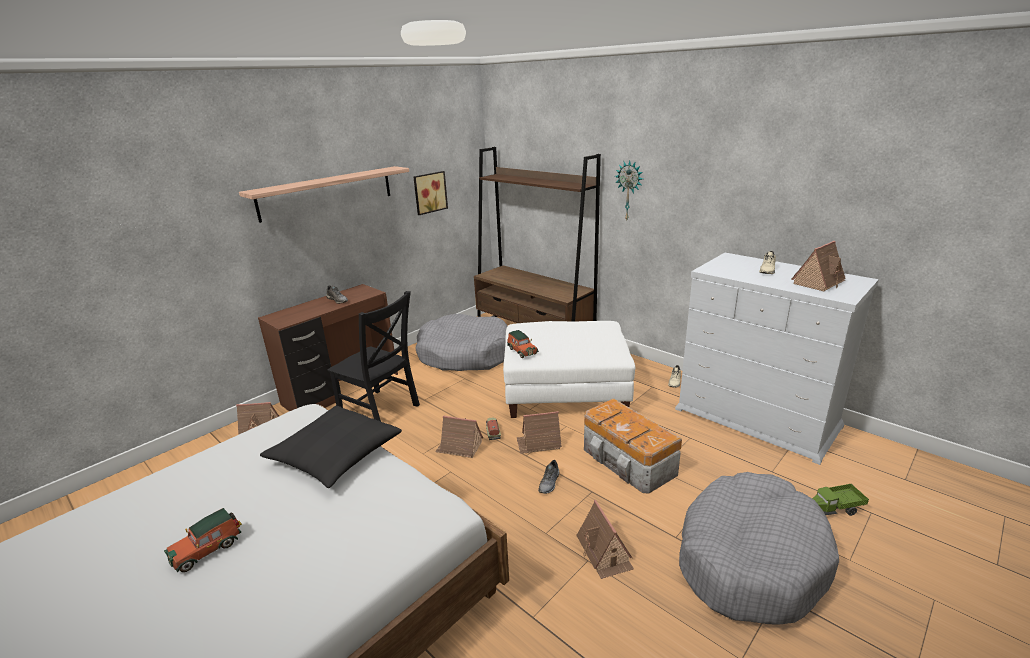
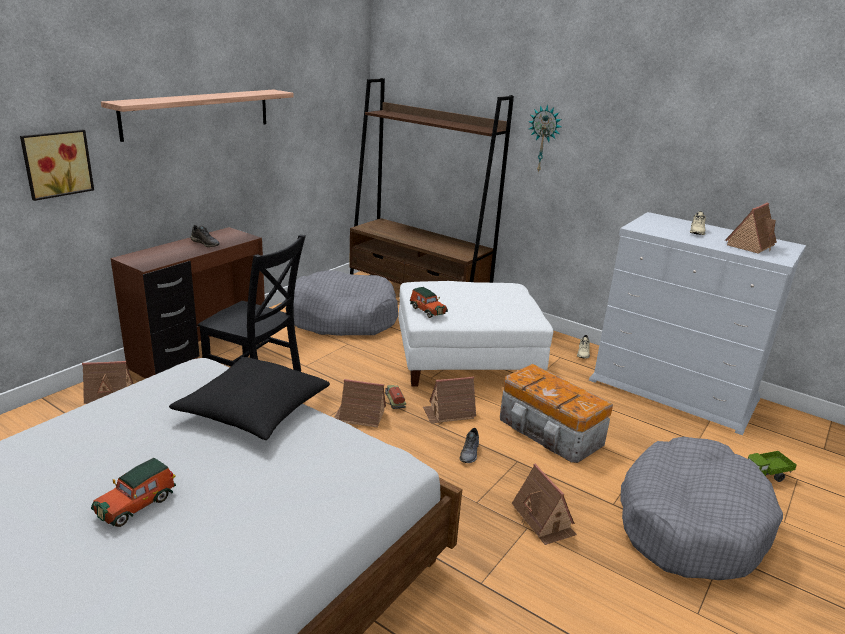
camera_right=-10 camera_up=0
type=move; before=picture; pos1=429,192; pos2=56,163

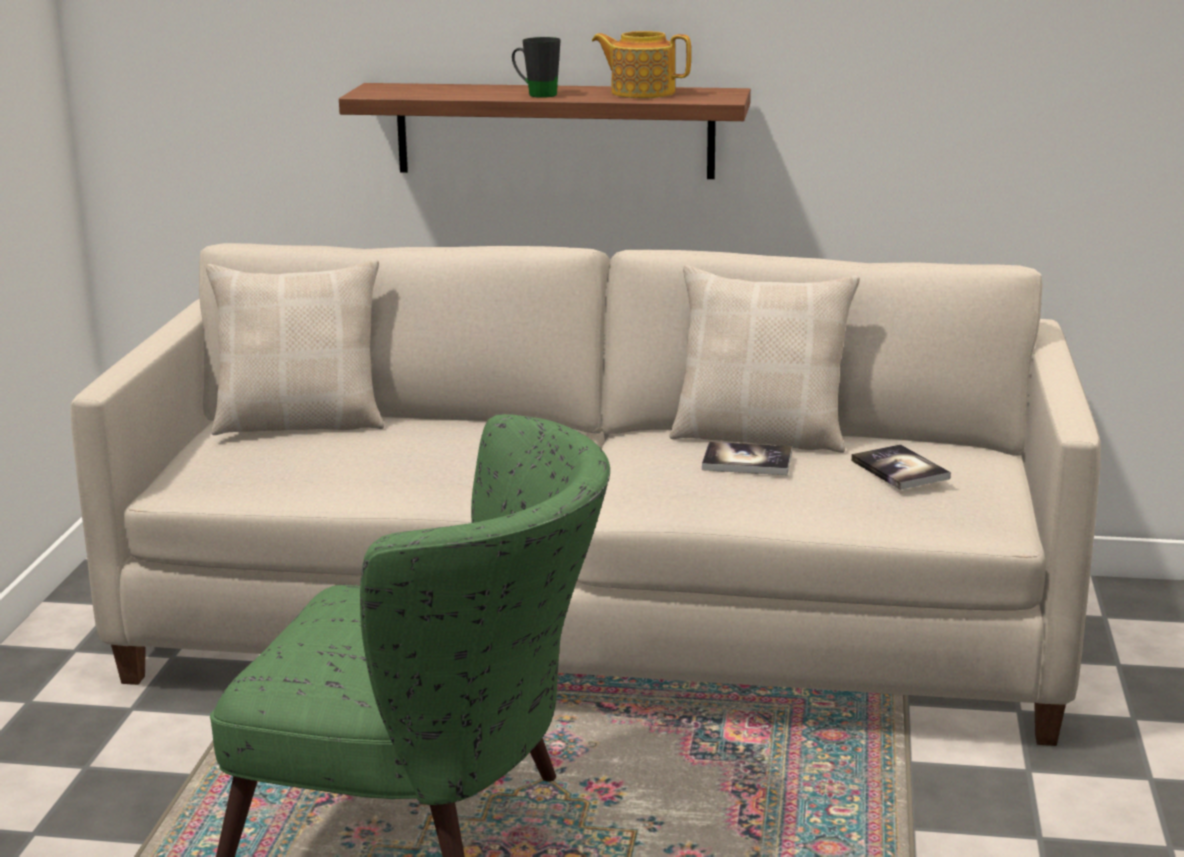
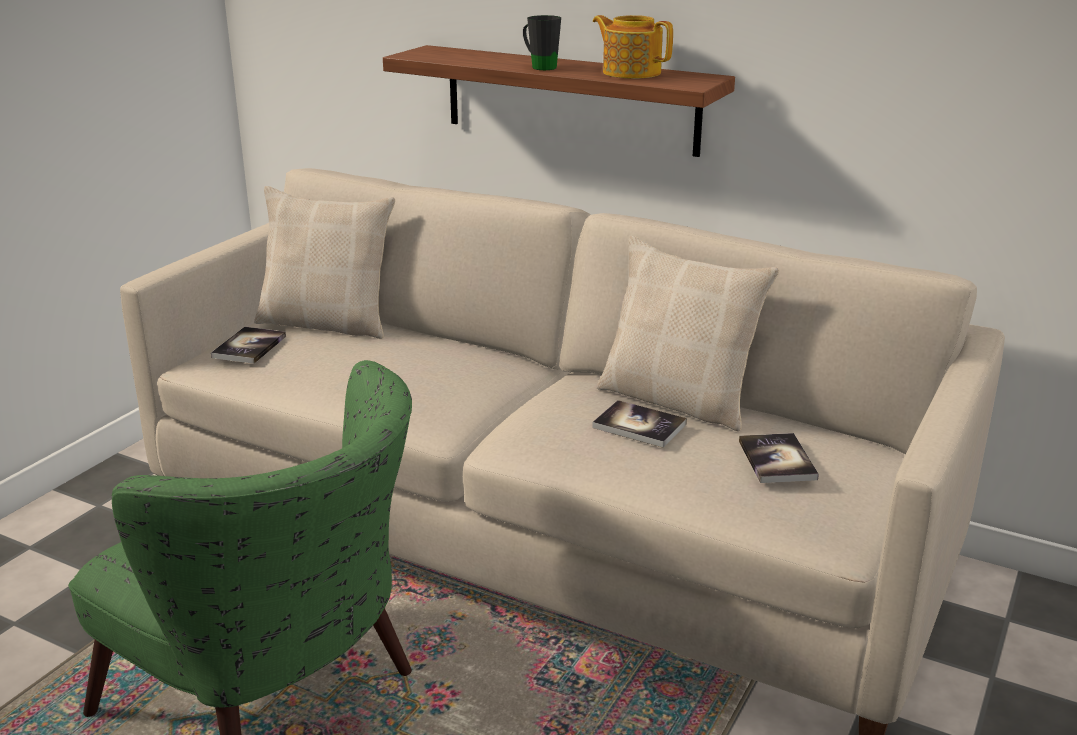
camera_right=20 camera_up=5
type=insert; after=book; pos2=249,347

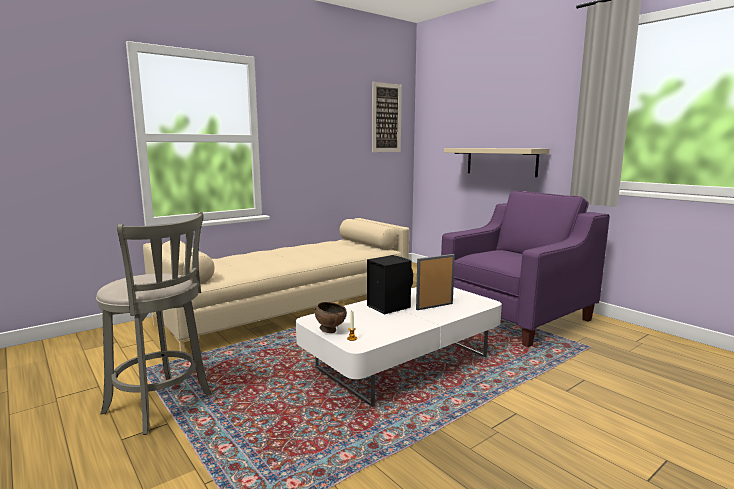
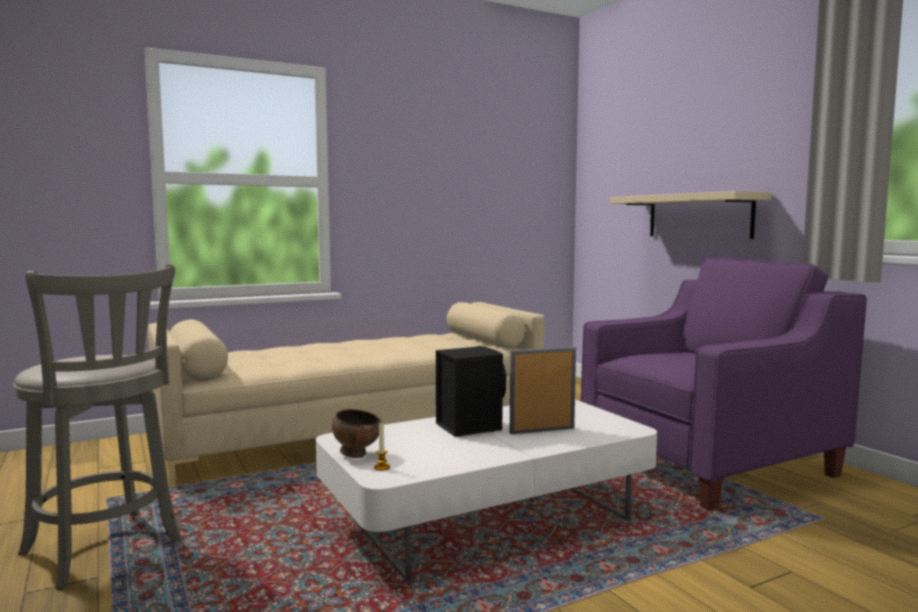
camera_right=10 camera_up=-5
type=delete; before=picture; pos1=386,118

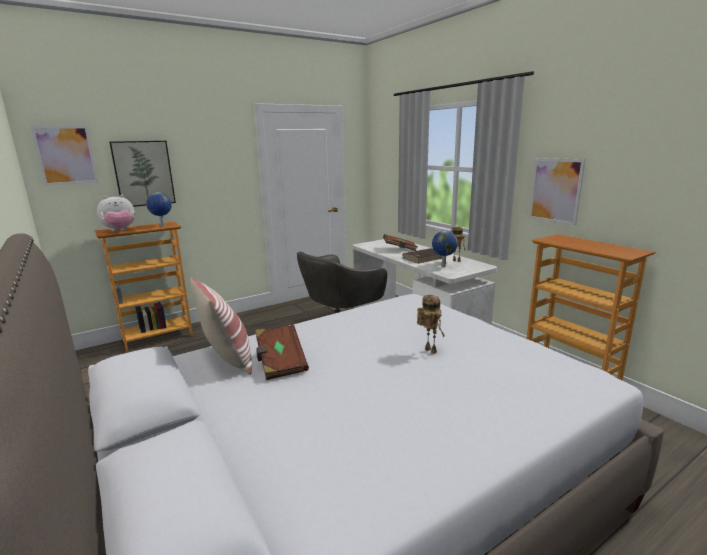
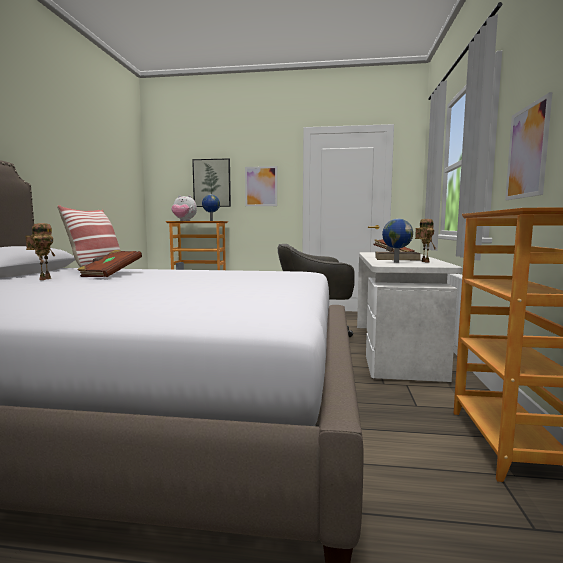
camera_right=40 camera_up=-10
type=move; before=picture; pos1=66,155; pos2=261,186
type=move; before=toy robot; pos1=428,351; pos2=44,279

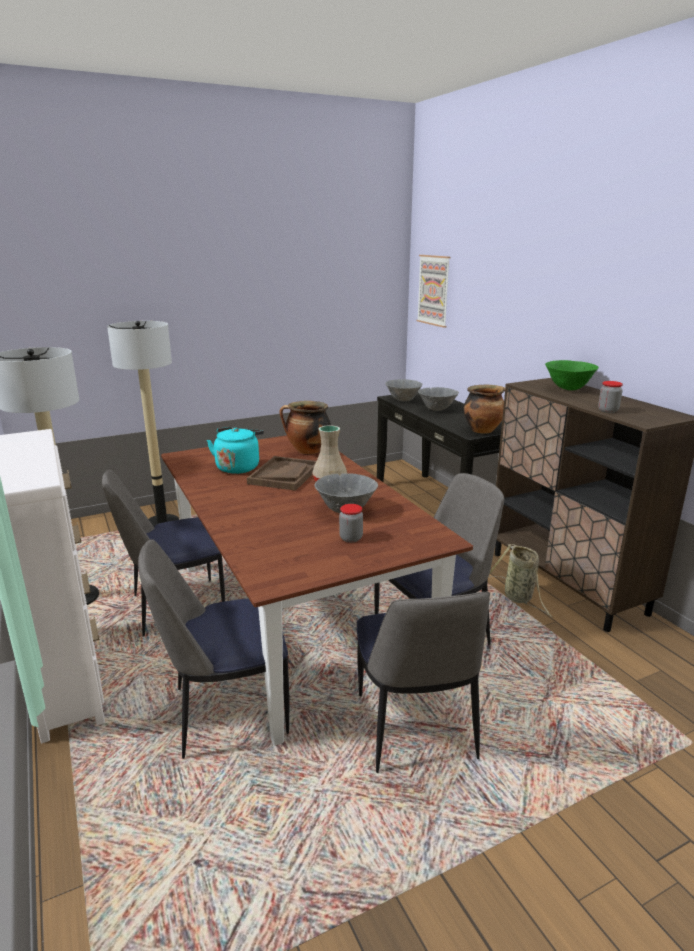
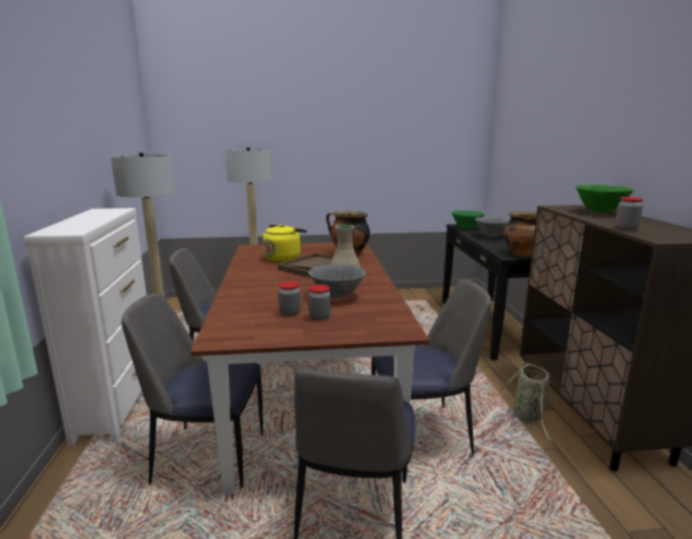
camera_right=20 camera_up=-5
type=delete; before=picture; pos1=434,290
type=recolor; before=grey bowl; after=green bowl; pos1=403,400; pos2=466,228
type=recolor; before=turquoise kettle; after=yellow kettle; pos1=238,467; pos2=284,258
type=insert; after=jar; pos2=290,313

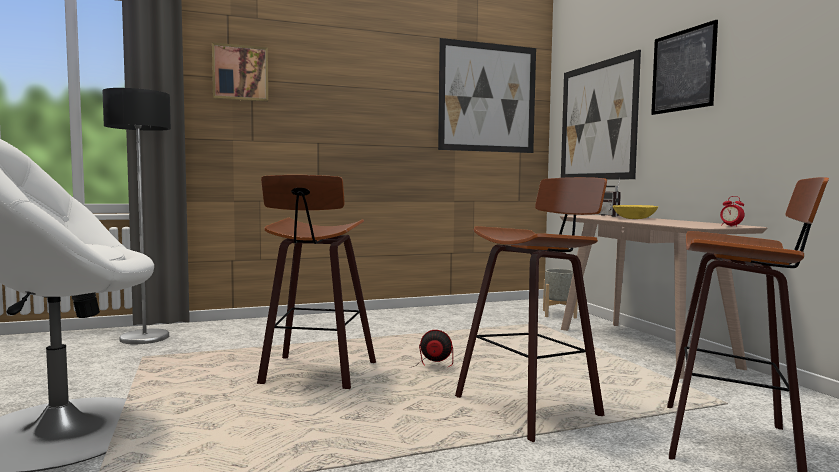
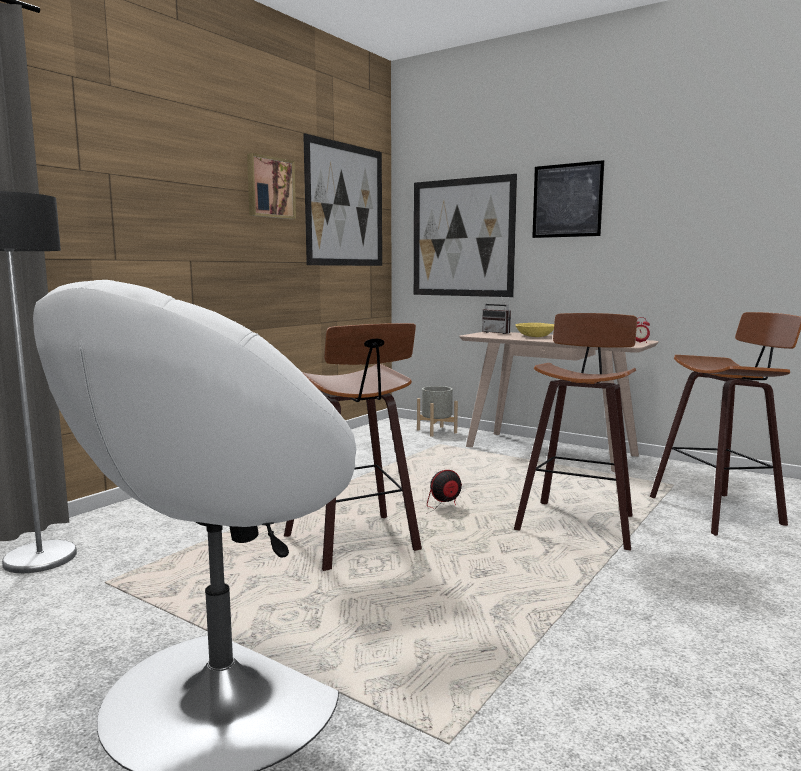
camera_right=-35 camera_up=5
type=move; before=picture; pos1=240,73; pos2=269,187

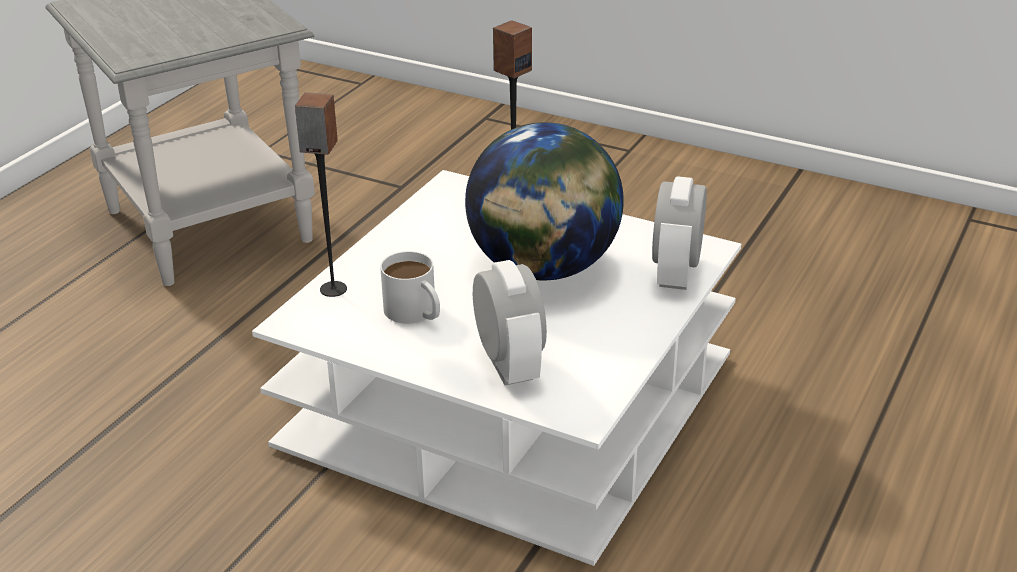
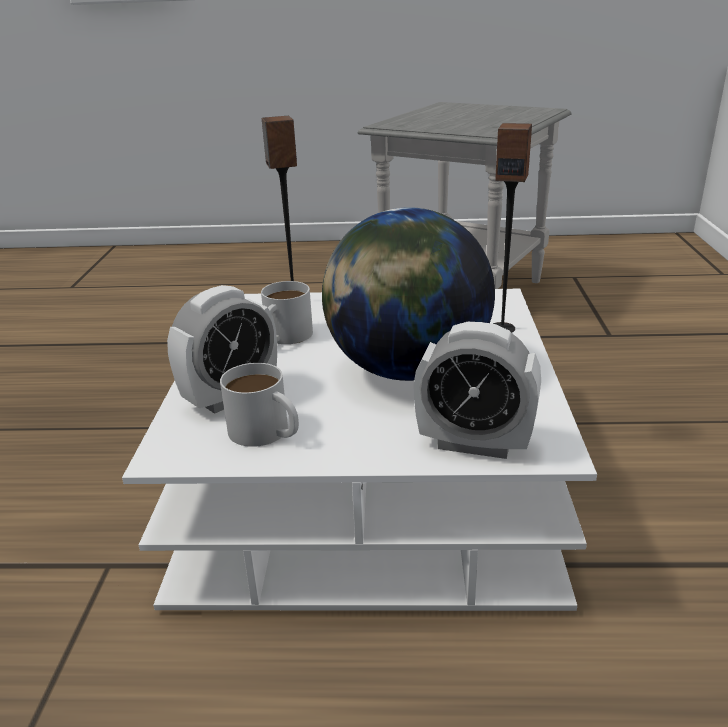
camera_right=65 camera_up=-5
type=rotate; before=alarm clock; pos1=676,273; pos2=474,444; turn=-150
type=insert; after=white mug; pos2=267,433

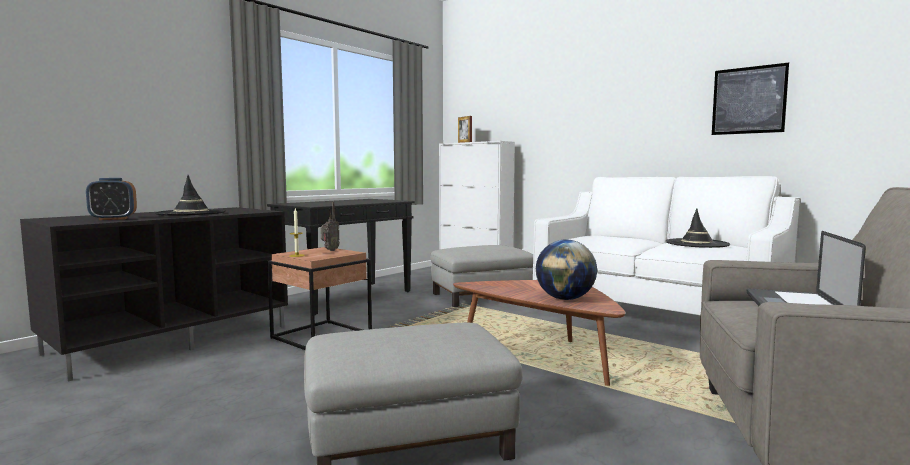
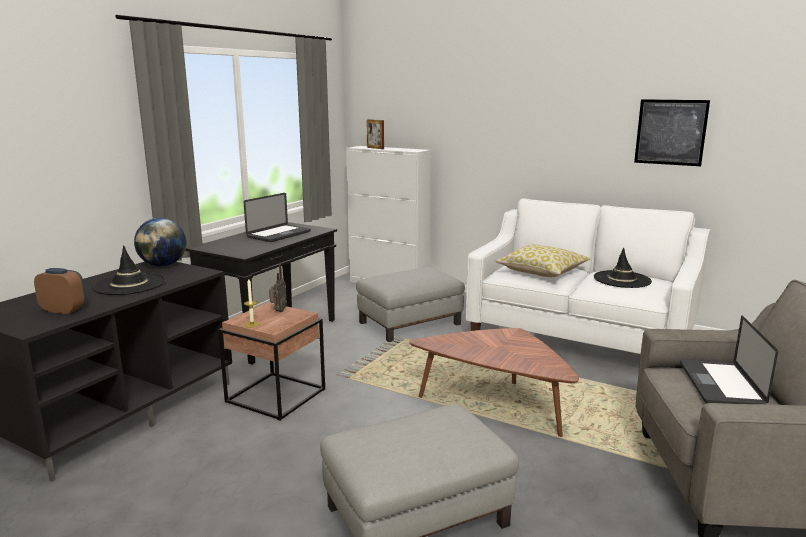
camera_right=-10 camera_up=10
type=rotate; before=alarm clock; pos1=113,219; pos2=64,310; turn=-135
type=move; before=globe; pos1=565,299; pos2=163,265
type=insert; after=laptop; pos2=279,234
type=insert; after=pillow; pos2=542,272

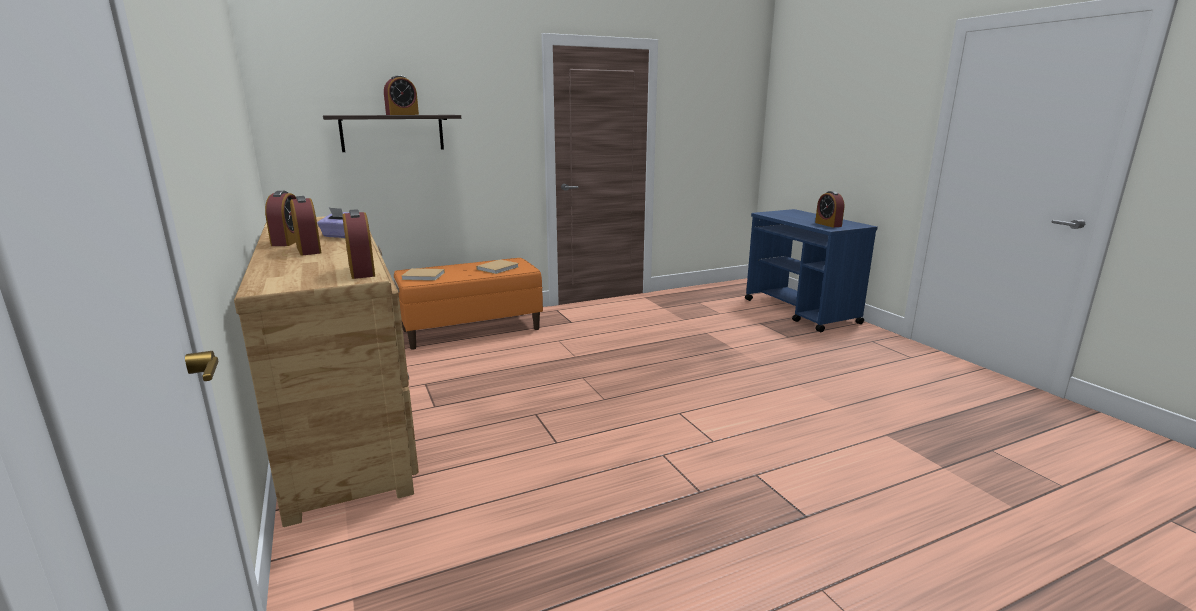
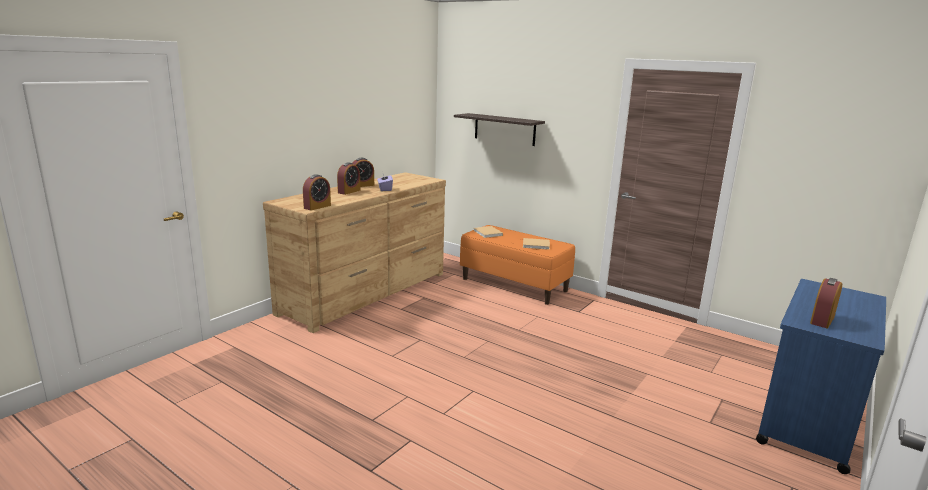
camera_right=60 camera_up=0
type=delete; before=alarm clock; pos1=402,114

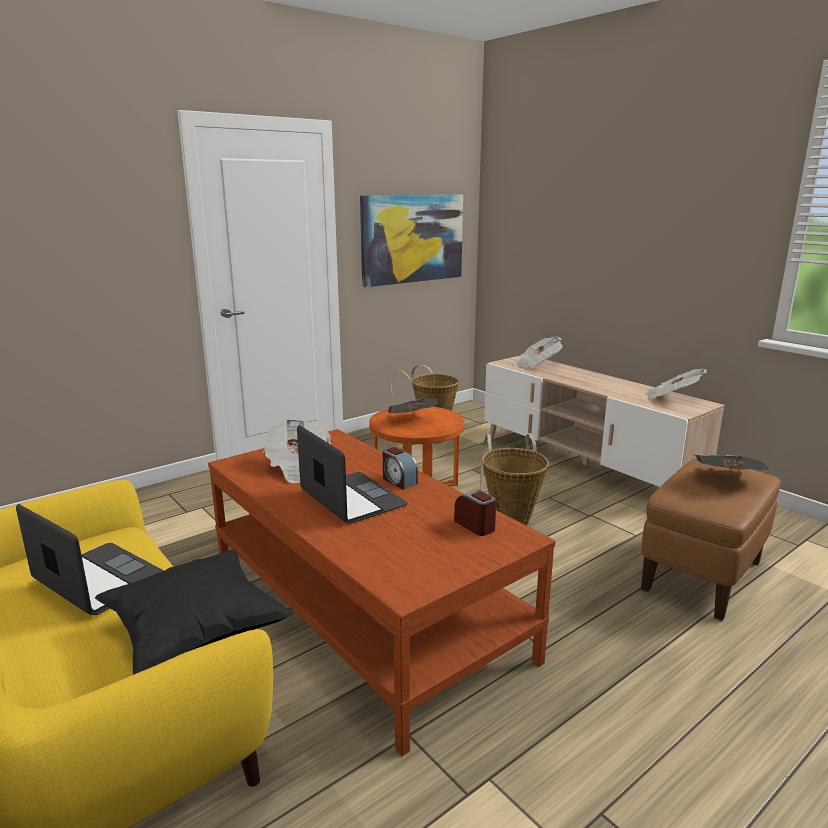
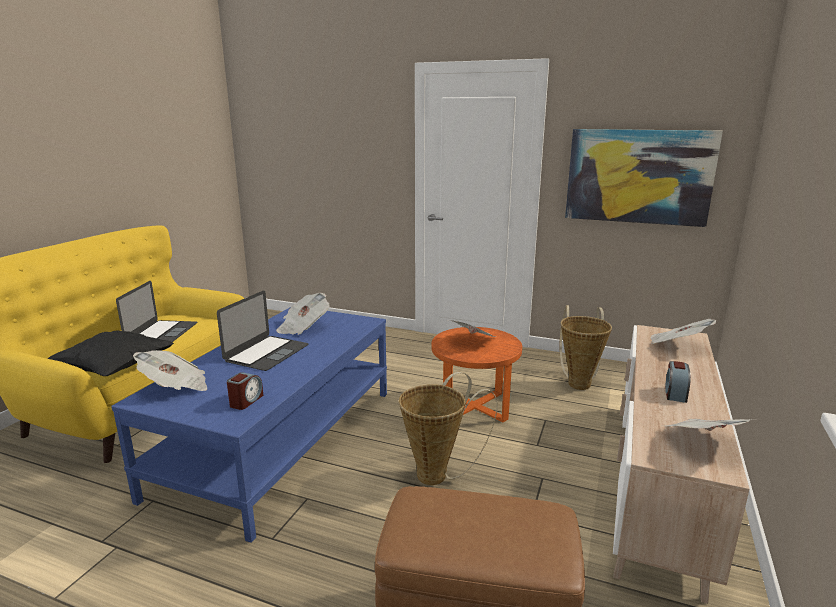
camera_right=60 camera_up=0
type=recolor; before=brown coffee table; after=blue coffee table; pos1=363,608; pos2=280,440
type=move; before=alarm clock; pos1=399,481; pos2=675,393
type=move; before=newspaper; pos1=727,480; pos2=176,387

